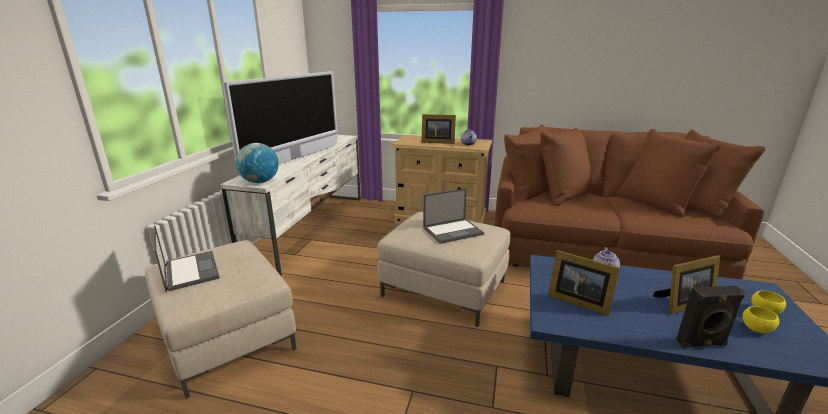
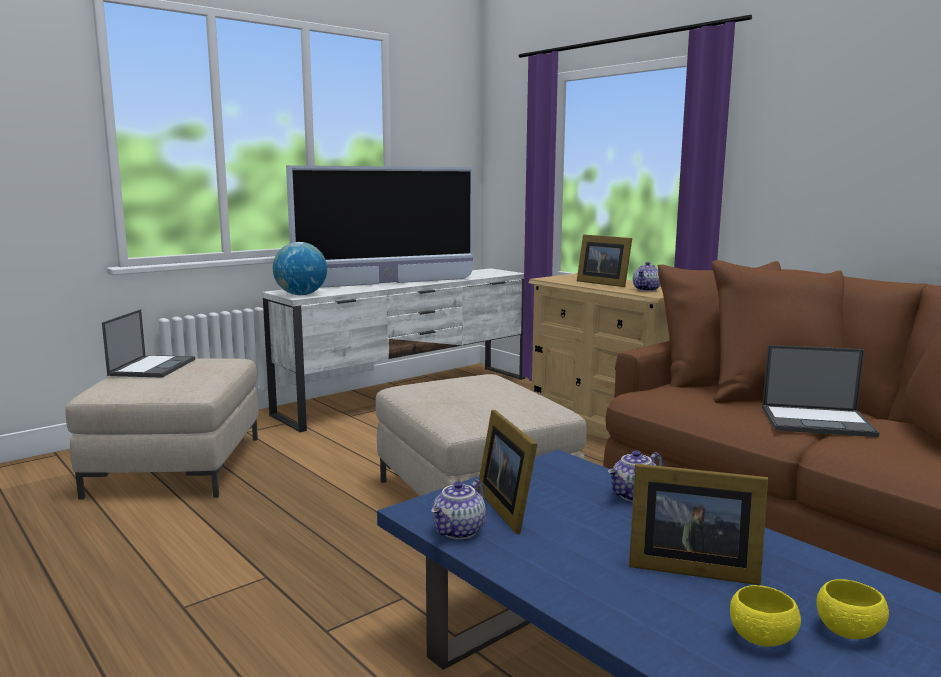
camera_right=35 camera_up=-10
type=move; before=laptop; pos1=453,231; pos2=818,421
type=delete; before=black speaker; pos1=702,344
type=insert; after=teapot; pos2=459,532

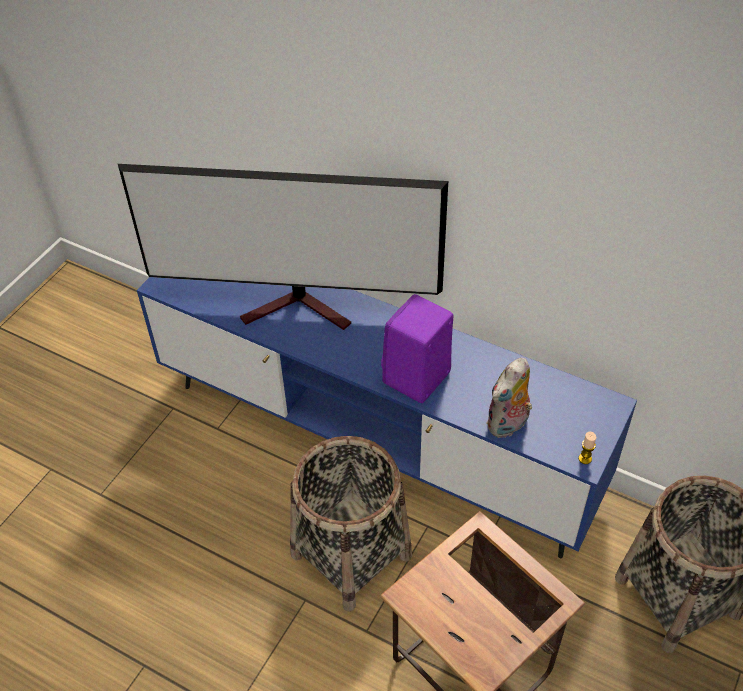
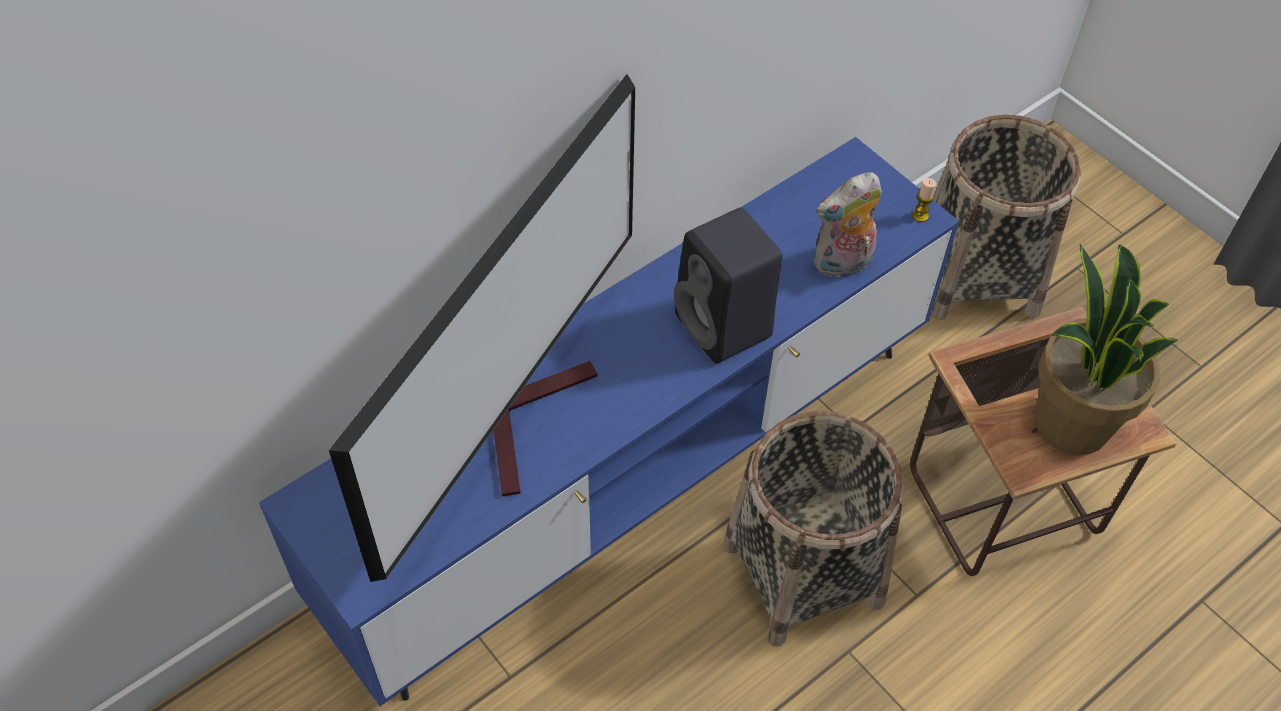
camera_right=-70 camera_up=5
type=recolor; before=purple speaker; after=black speaker; pos1=416,379; pos2=726,327
type=rotate; before=plush toy; pos1=508,425; pos2=842,264; turn=90
type=insert; after=potted plant; pos2=1070,423

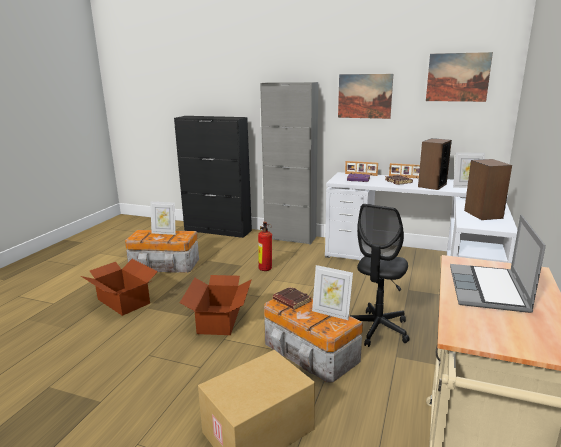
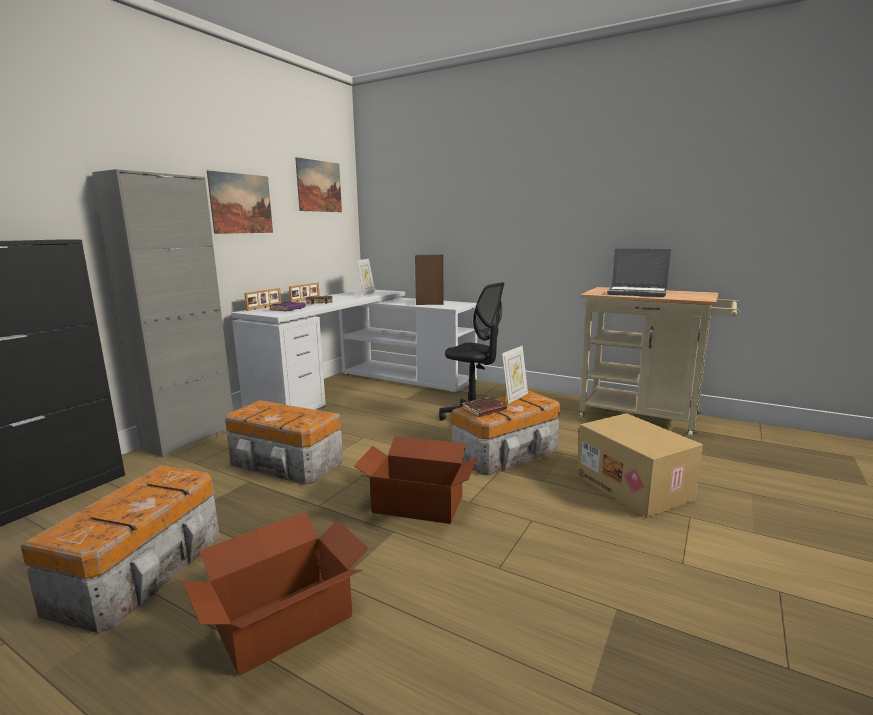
camera_right=-80 camera_up=-5
type=delete; before=speaker; pos1=432,185
type=delete; before=picture frame; pos1=164,233
type=replace; before=fire extinguisher; after=storage box; pos1=265,270; pos2=286,464

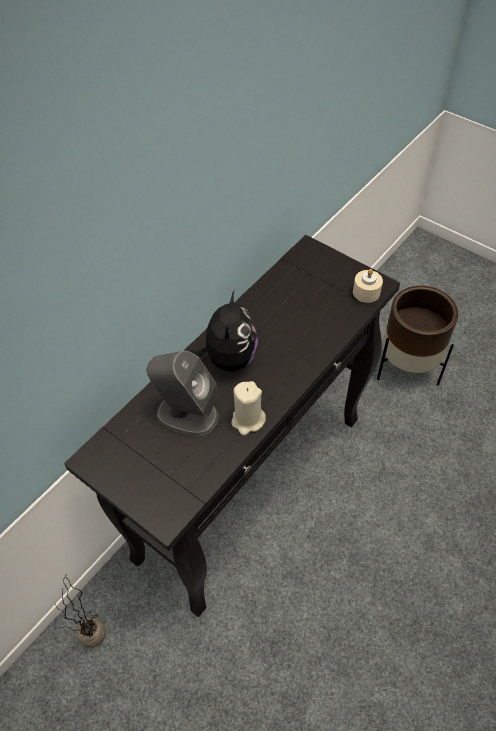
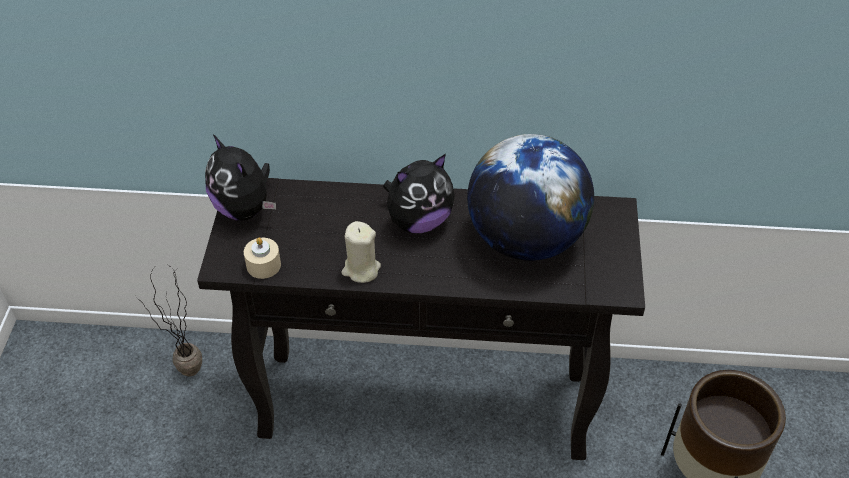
camera_right=55 camera_up=-5
type=move; before=beige candle; pos1=366,292; pos2=263,265
type=delete; before=grey speaker; pos1=186,414
type=insert; after=plush toy; pos2=245,208
type=insert; after=globe; pos2=525,239

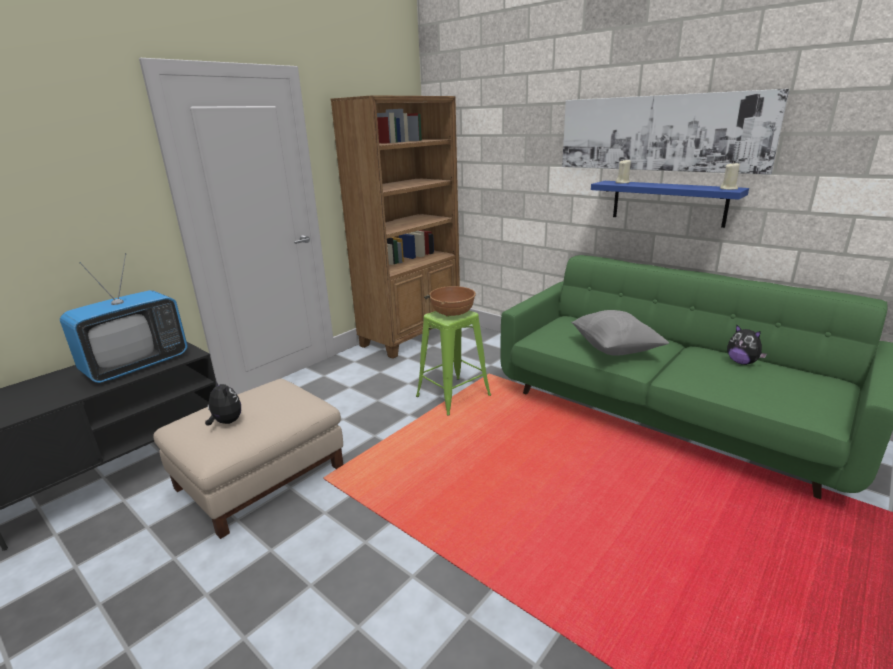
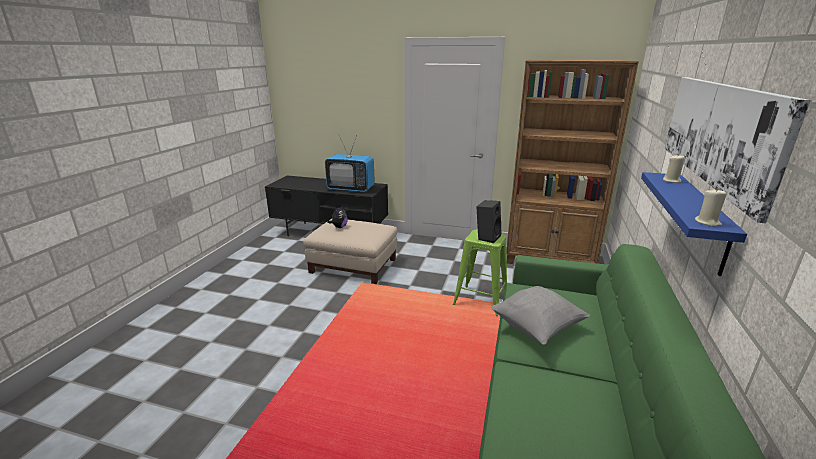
camera_right=65 camera_up=0
type=replace; before=brown bowl; after=black speaker; pos1=453,313; pos2=487,237
type=delete; before=plush toy; pos1=742,362

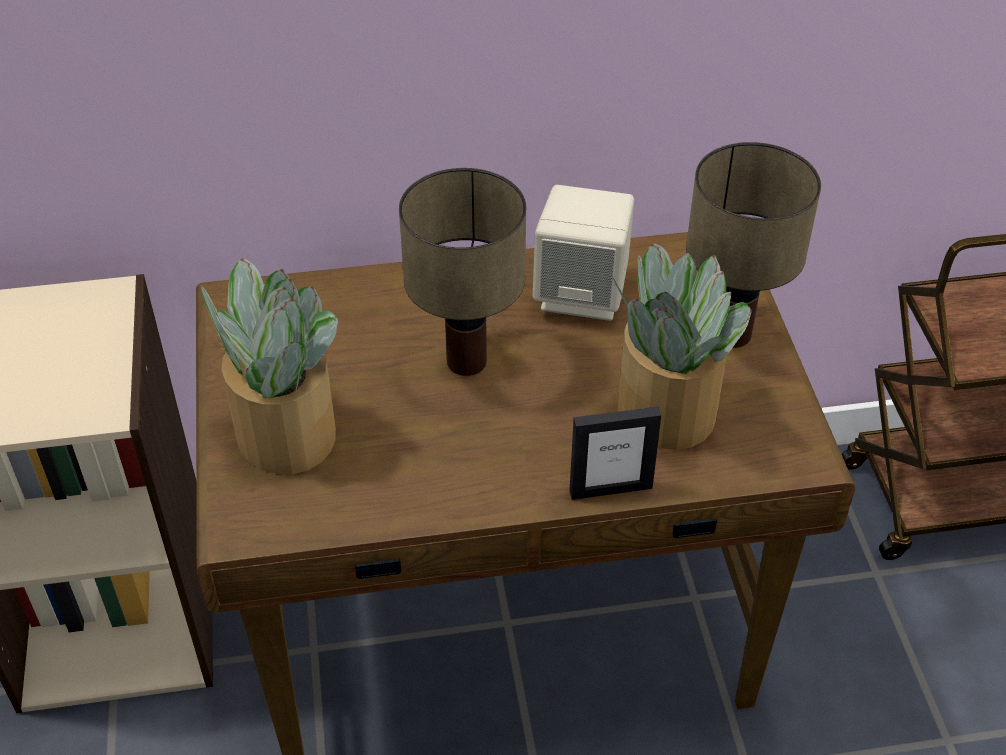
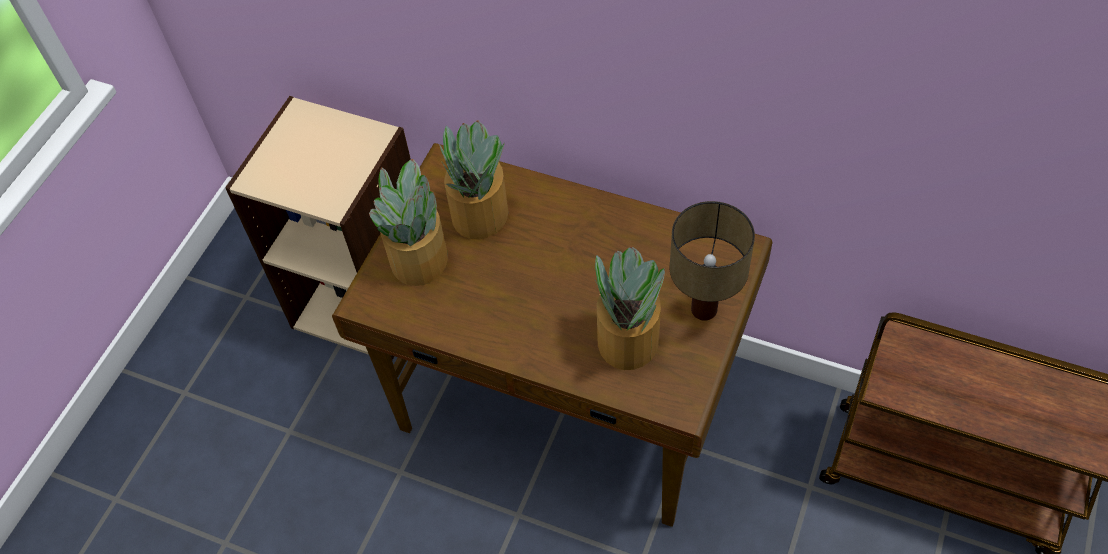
camera_right=35 camera_up=10
type=delete; before=table lamp; pos1=469,362
type=delete; before=beige speaker; pos1=582,294
type=delete; before=picture frame; pos1=610,489
type=insert; after=potted plant; pos2=479,215

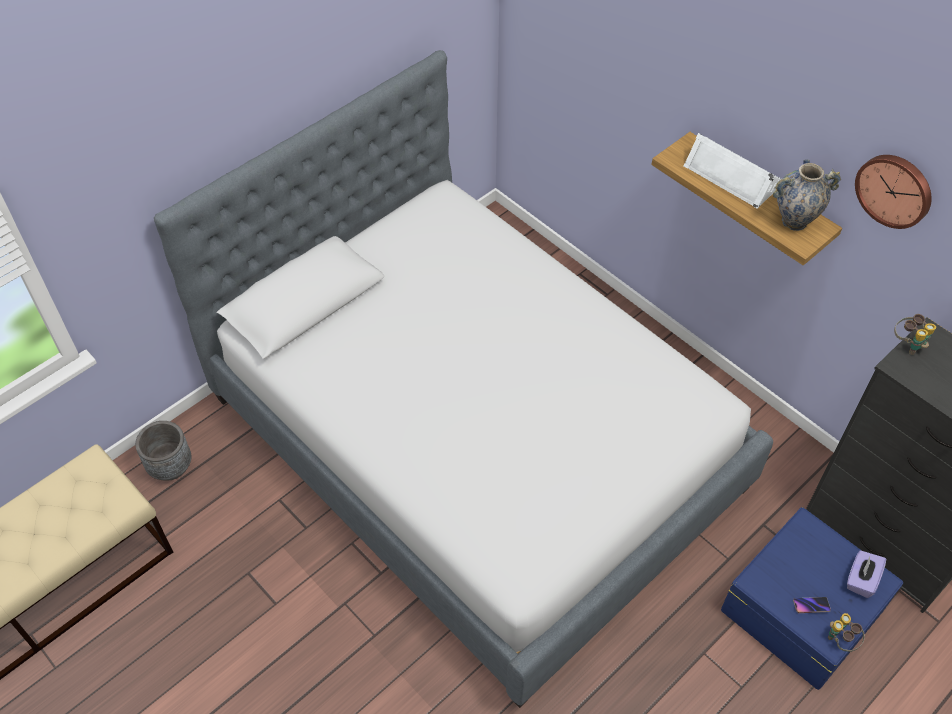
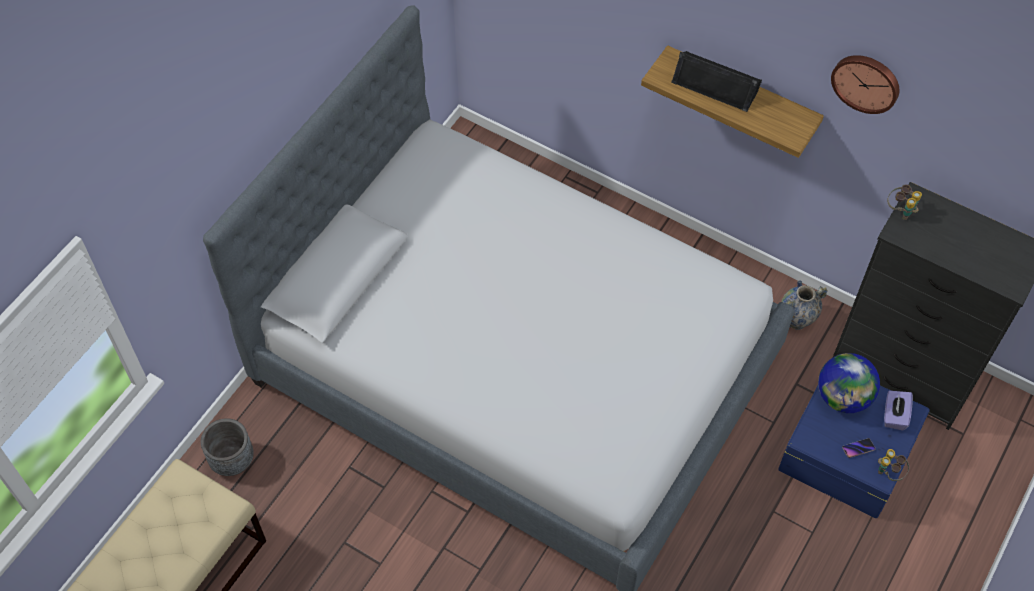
camera_right=-15 camera_up=5
type=recolor; before=white speaker; after=black speaker; pos1=731,176; pos2=716,84
type=move; before=vase; pos1=794,221; pos2=796,321
type=insert; after=globe; pos2=843,397

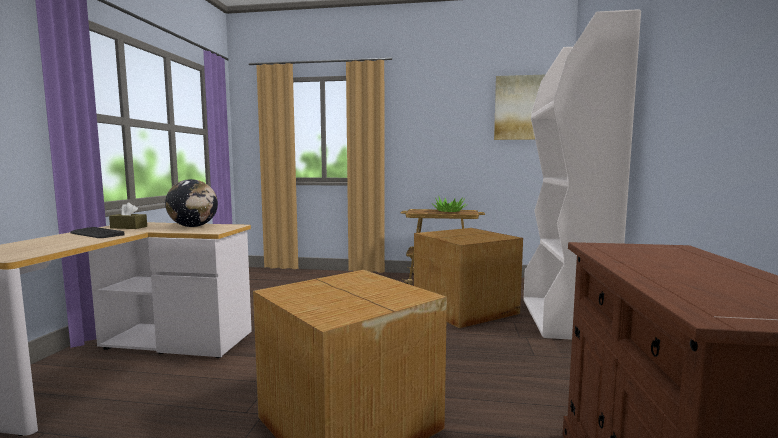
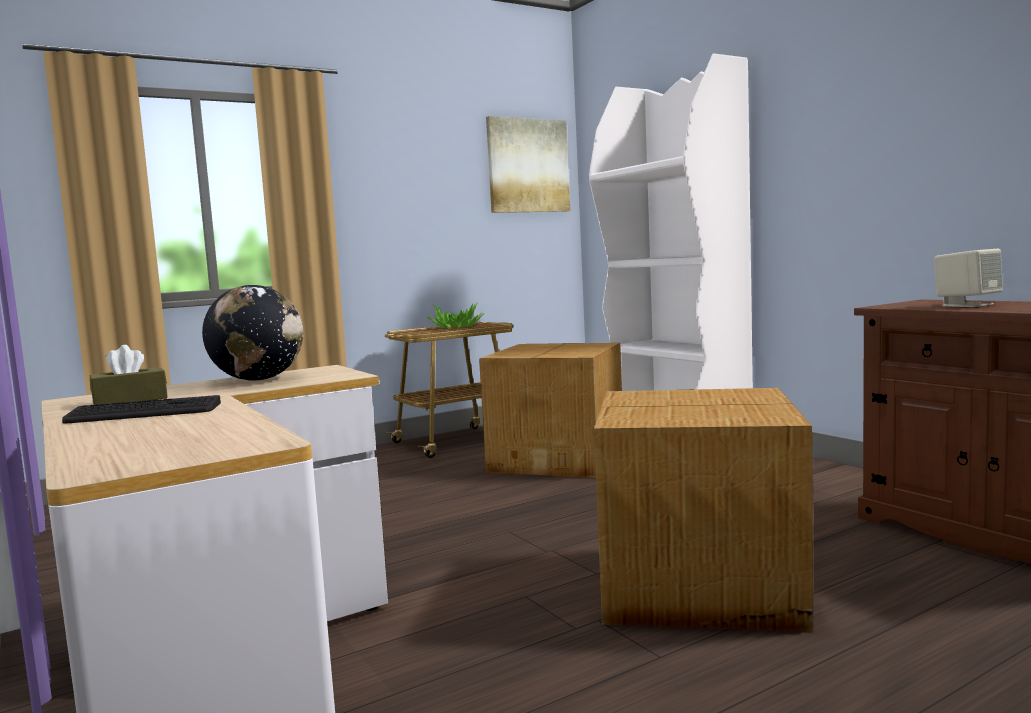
camera_right=-40 camera_up=0
type=insert; after=beige speaker; pos2=967,305

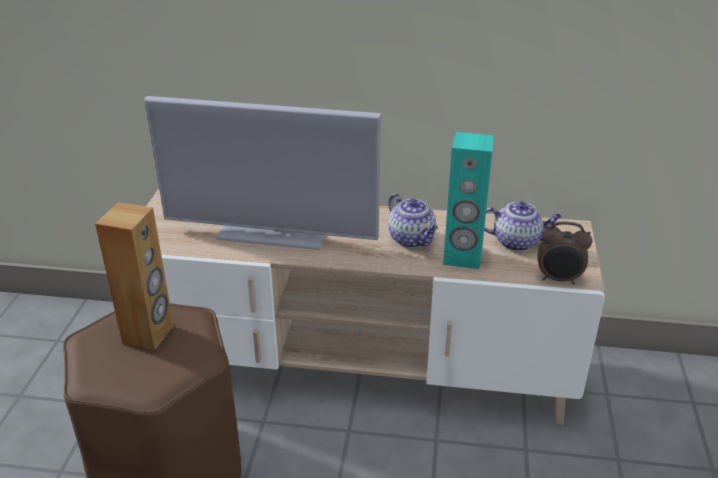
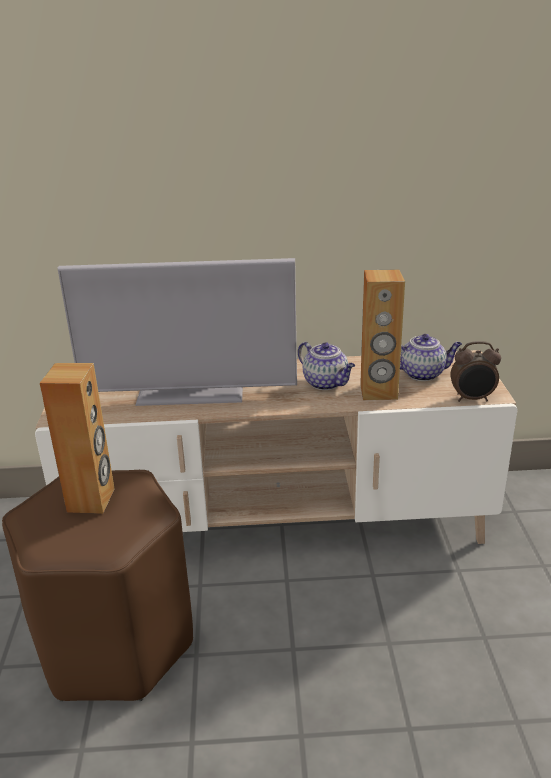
camera_right=-10 camera_up=-5
type=recolor; before=turquoise speaker; after=brown speaker; pos1=462,257; pos2=378,392

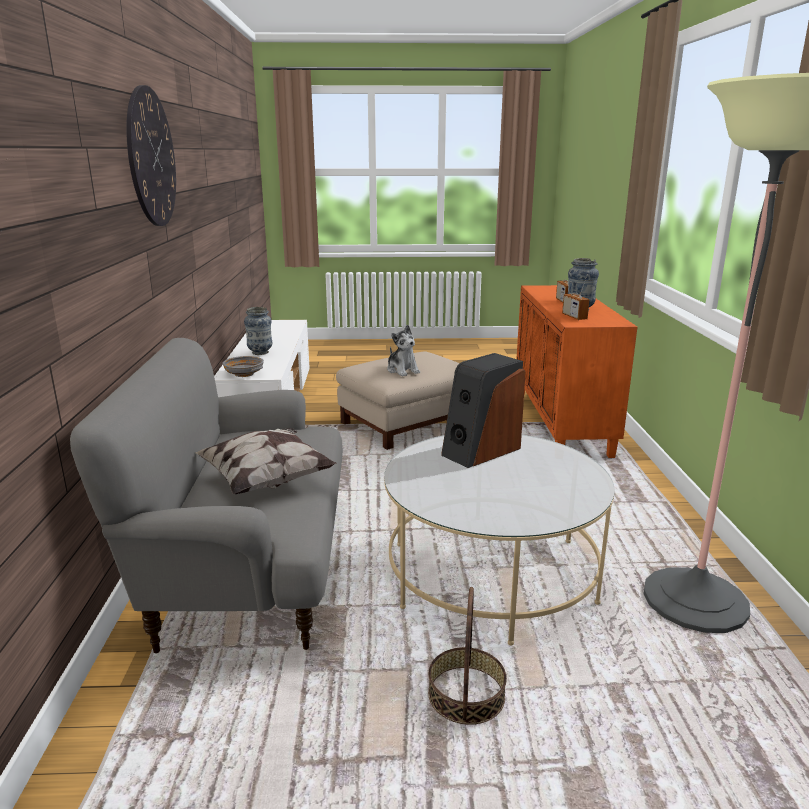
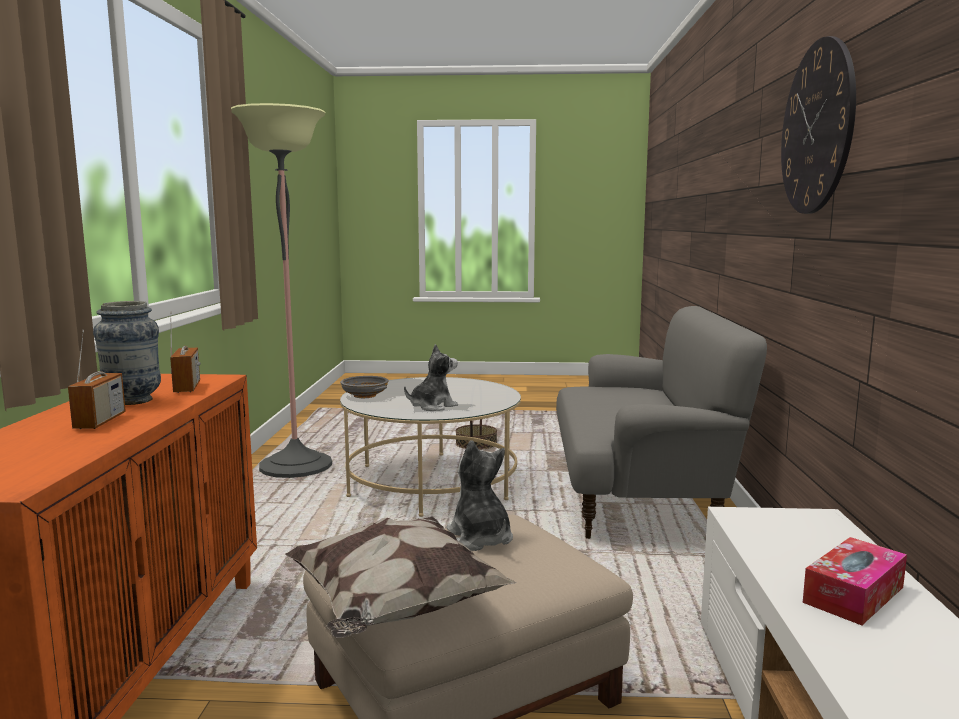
camera_right=-175 camera_up=-10
type=replace; before=vase; after=tissue box; pos1=260,353; pos2=853,595
type=replace; before=speaker; after=plush toy; pos1=480,451; pos2=432,406
type=move; before=grey bowl; pos1=244,374; pos2=364,395
type=move; before=pillow; pos1=267,480; pos2=394,608

